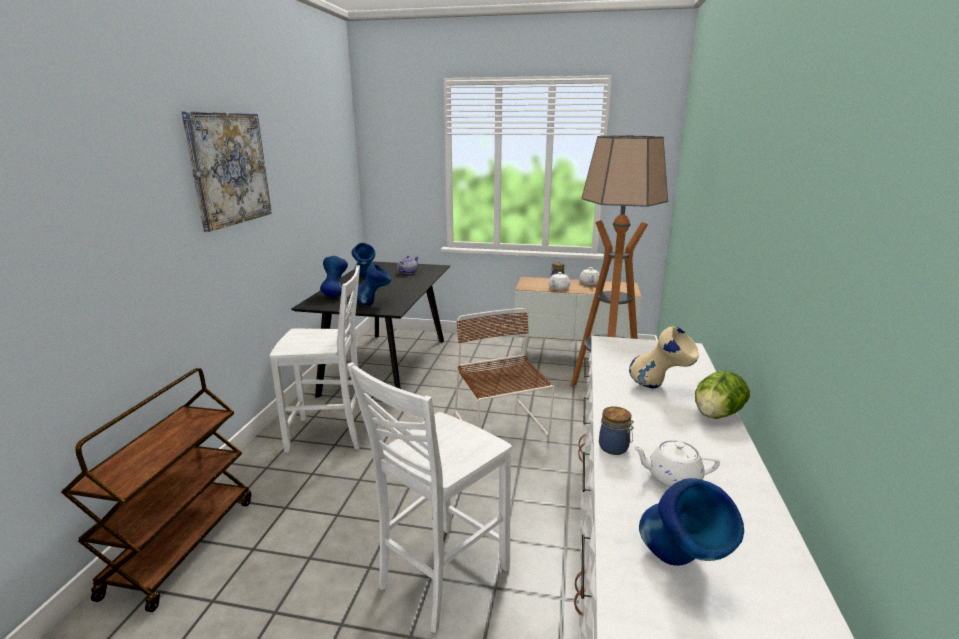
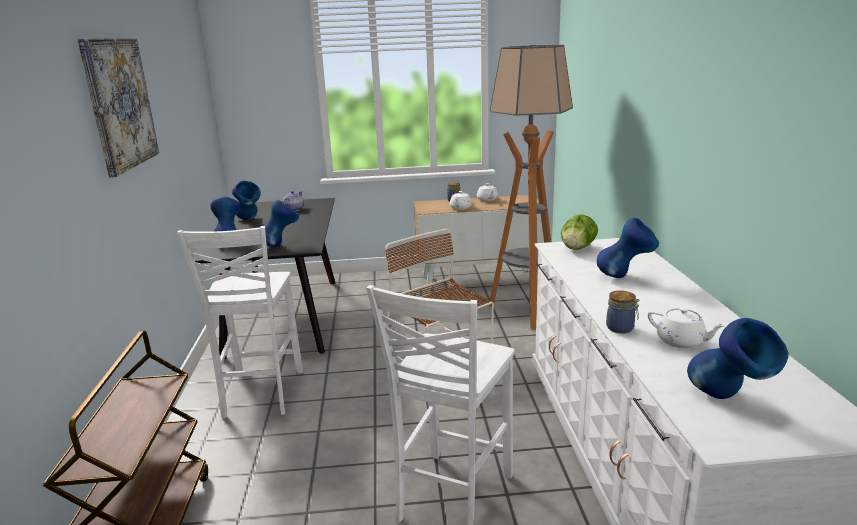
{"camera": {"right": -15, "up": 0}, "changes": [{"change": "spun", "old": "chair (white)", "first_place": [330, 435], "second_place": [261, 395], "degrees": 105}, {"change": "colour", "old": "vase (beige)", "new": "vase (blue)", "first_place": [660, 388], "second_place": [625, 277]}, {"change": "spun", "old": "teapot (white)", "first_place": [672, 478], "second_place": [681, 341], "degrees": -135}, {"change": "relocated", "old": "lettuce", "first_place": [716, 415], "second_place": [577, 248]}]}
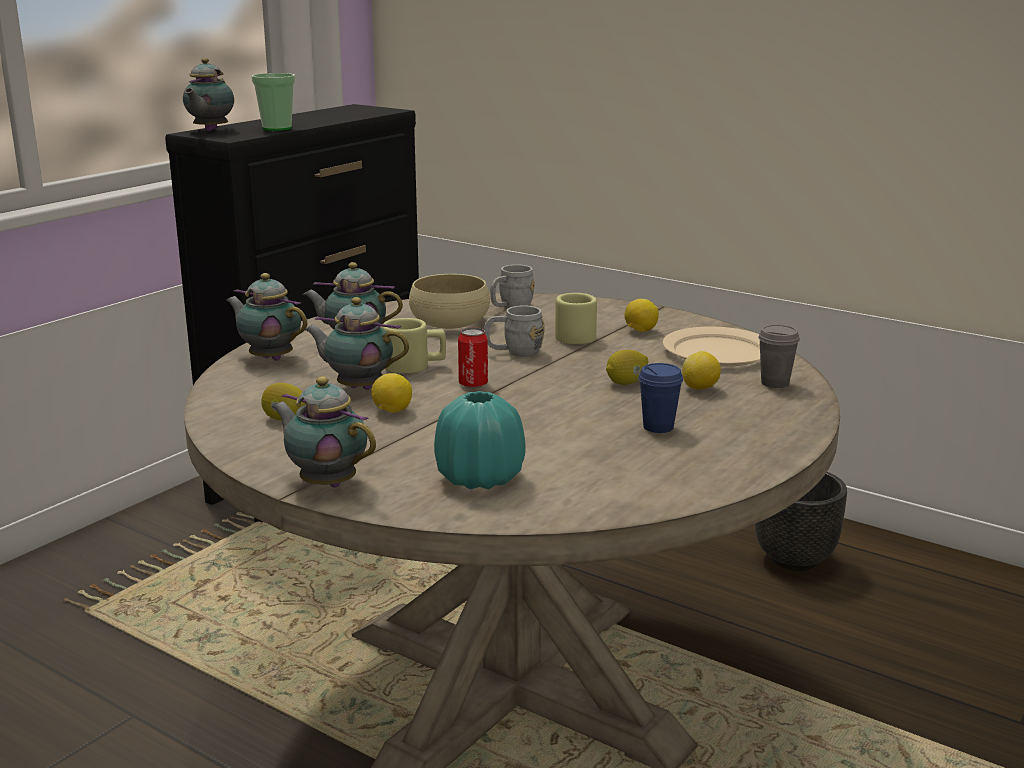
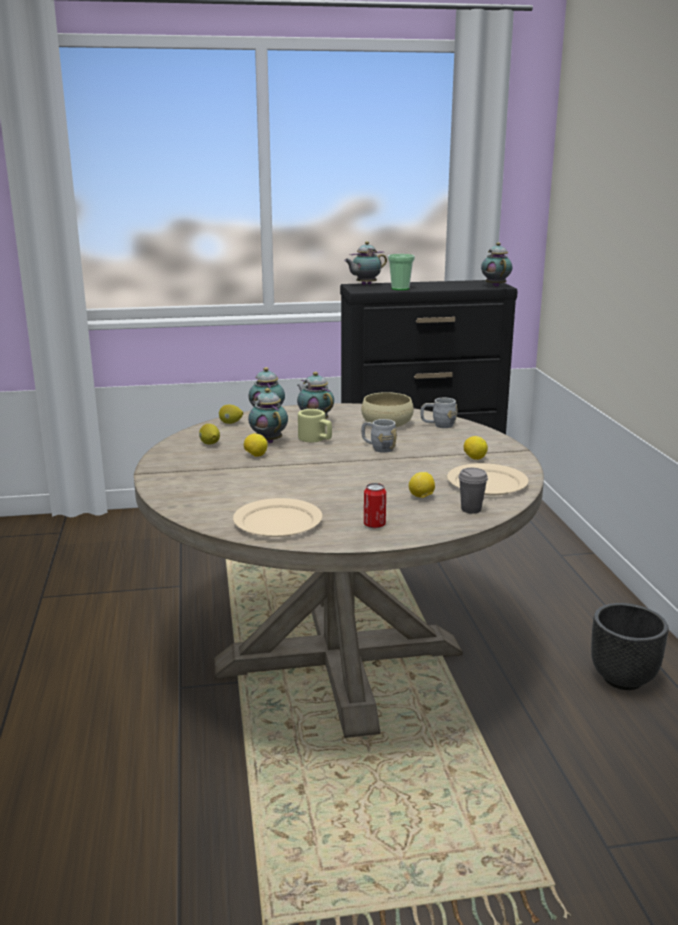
{"camera": {"right": 45, "up": 0}, "changes": [{"change": "relocated", "old": "teapot", "first_place": [326, 483], "second_place": [495, 286]}, {"change": "missing", "old": "vase (turquoise)", "first_place": [480, 478]}, {"change": "relocated", "old": "can", "first_place": [473, 384], "second_place": [374, 525]}, {"change": "missing", "old": "mug (beige)", "first_place": [572, 335]}, {"change": "relocated", "old": "lemon", "first_place": [626, 383], "second_place": [230, 423]}, {"change": "missing", "old": "cup (blue)", "first_place": [658, 427]}, {"change": "appeared", "new": "plate (beige)", "second_place": [277, 522]}]}
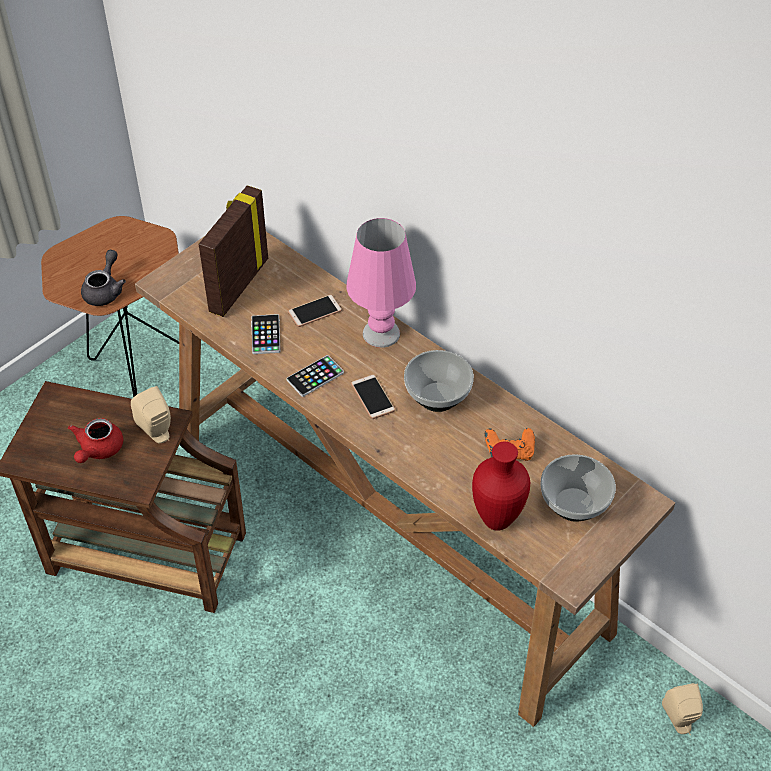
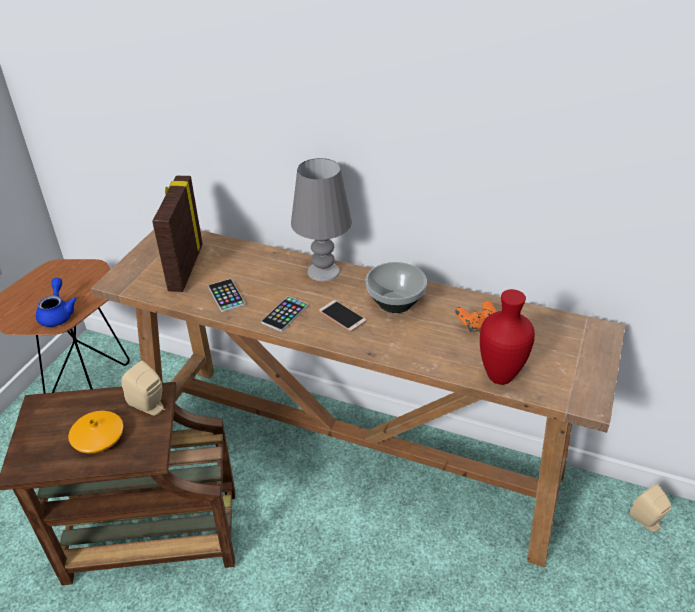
{"camera": {"right": -20, "up": -10}, "changes": [{"change": "exchanged", "old": "teapot (red)", "new": "vase (orange)", "first_place": [98, 450], "second_place": [98, 437]}, {"change": "colour", "old": "teapot (grey)", "new": "teapot (blue)", "first_place": [105, 290], "second_place": [58, 314]}, {"change": "missing", "old": "phone", "first_place": [315, 311]}, {"change": "colour", "old": "table lamp (pink)", "new": "table lamp (grey)", "first_place": [381, 333], "second_place": [323, 271]}, {"change": "missing", "old": "bowl", "first_place": [573, 505]}]}
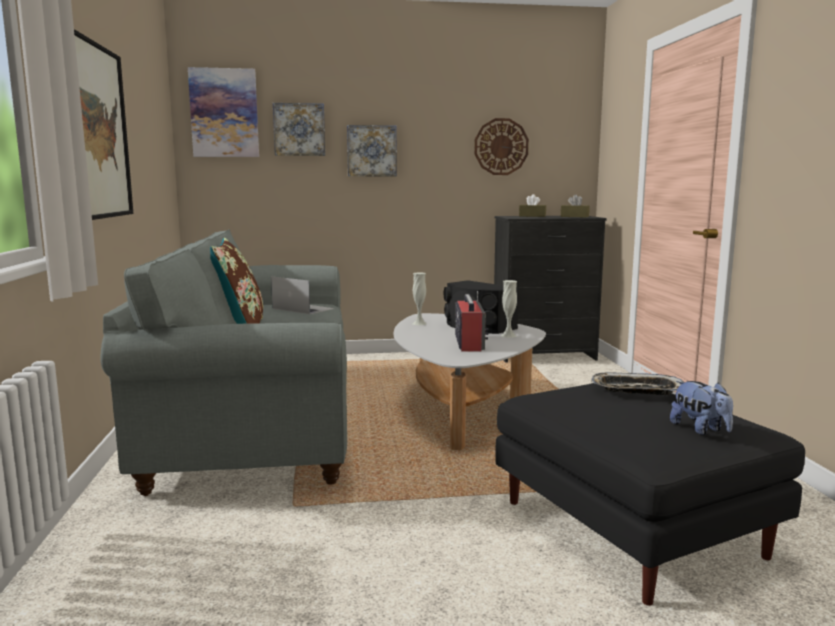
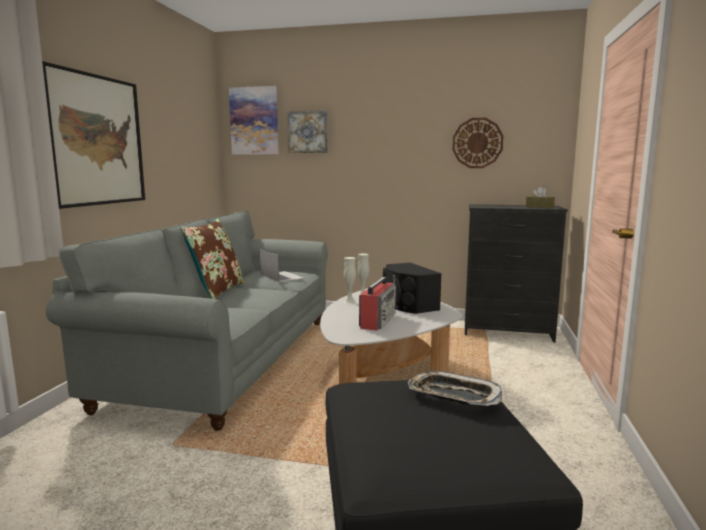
{"camera": {"right": 20, "up": 0}, "changes": [{"change": "missing", "old": "picture", "first_place": [371, 151]}, {"change": "relocated", "old": "vase (white)", "first_place": [508, 335], "second_place": [349, 302]}, {"change": "missing", "old": "tissue box (brown)", "first_place": [532, 216]}, {"change": "missing", "old": "plush toy", "first_place": [700, 429]}]}
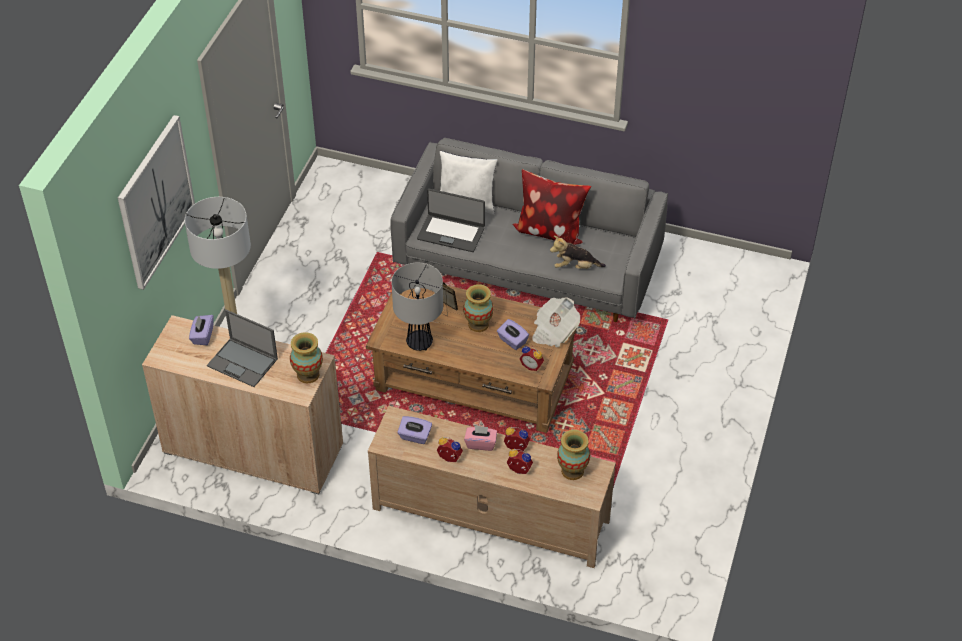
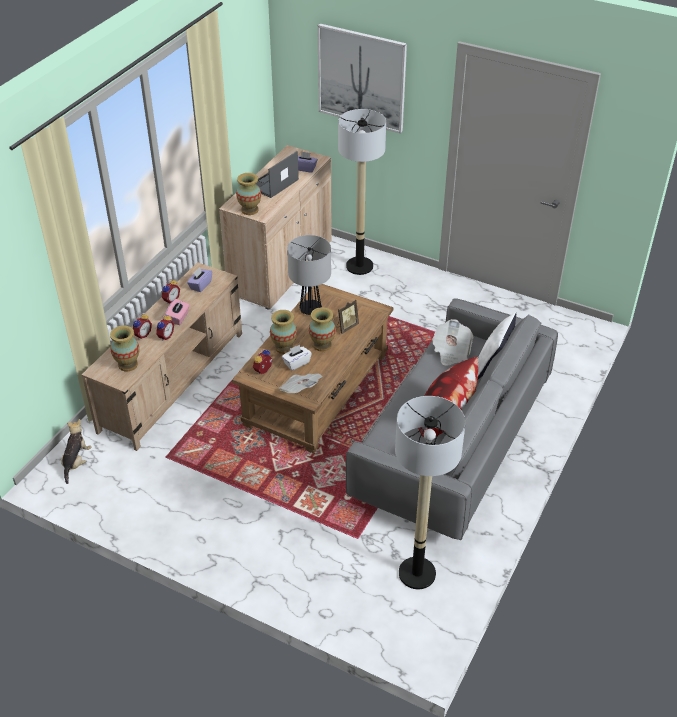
{"camera": {"right": 100, "up": -5}, "changes": [{"change": "exchanged", "old": "laptop", "new": "newspaper", "first_place": [451, 233], "second_place": [451, 352]}, {"change": "colour", "old": "tissue box (purple)", "new": "tissue box (white)", "first_place": [512, 341], "second_place": [296, 363]}, {"change": "relocated", "old": "plush toy", "first_place": [575, 267], "second_place": [76, 462]}, {"change": "appeared", "new": "vase", "second_place": [284, 347]}, {"change": "appeared", "new": "floor lamp", "second_place": [417, 573]}]}
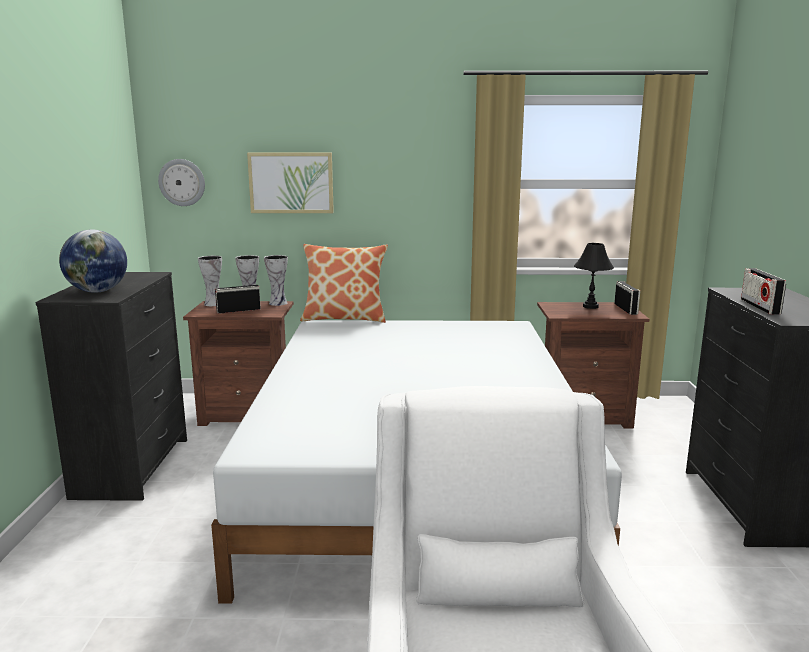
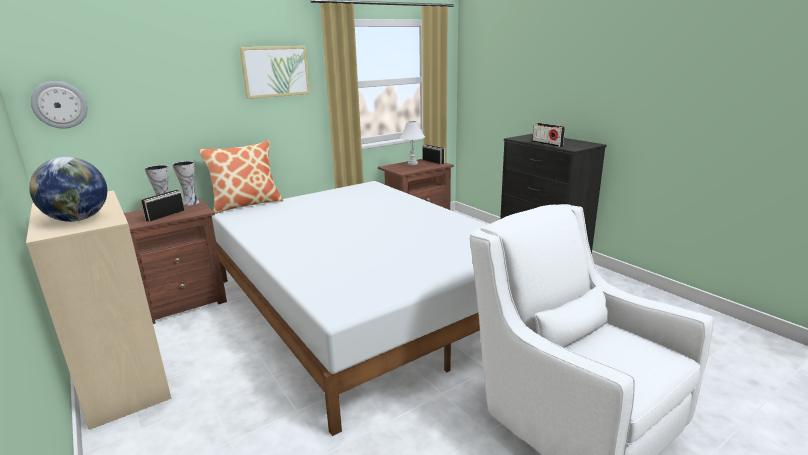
{"camera": {"right": -35, "up": 5}, "changes": [{"change": "colour", "old": "dresser (black)", "new": "dresser (beige)", "first_place": [133, 467], "second_place": [125, 378]}, {"change": "missing", "old": "vase", "first_place": [213, 304]}, {"change": "relocated", "old": "picture", "first_place": [291, 182], "second_place": [275, 71]}, {"change": "colour", "old": "table lamp (black)", "new": "table lamp (white)", "first_place": [590, 306], "second_place": [413, 164]}]}
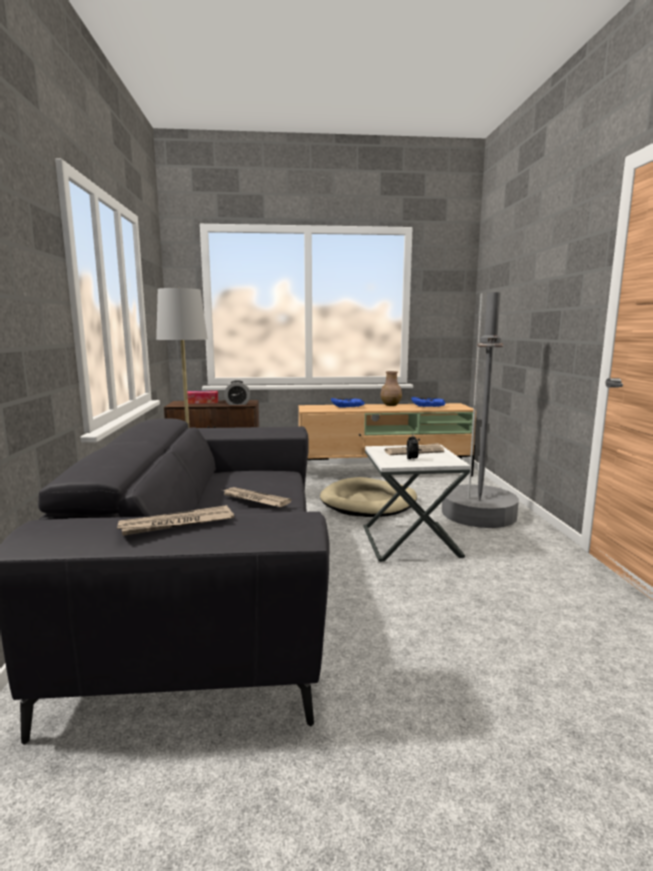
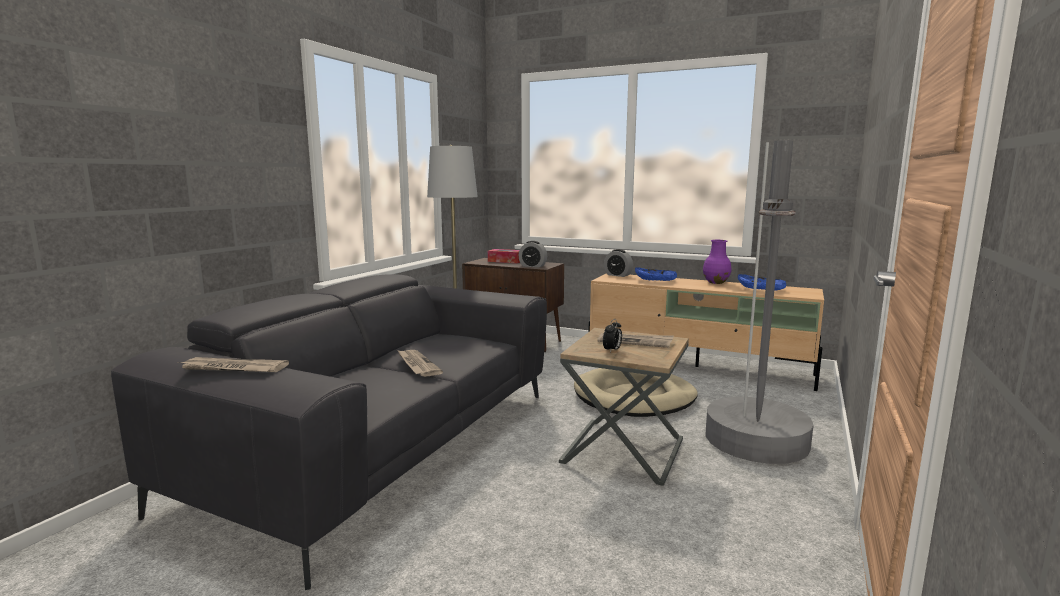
{"camera": {"right": 30, "up": 0}, "changes": [{"change": "colour", "old": "side table (white)", "new": "side table (brown)", "first_place": [410, 542], "second_place": [623, 451]}, {"change": "colour", "old": "vase (brown)", "new": "vase (purple)", "first_place": [390, 405], "second_place": [715, 282]}, {"change": "appeared", "new": "alarm clock", "second_place": [618, 275]}]}
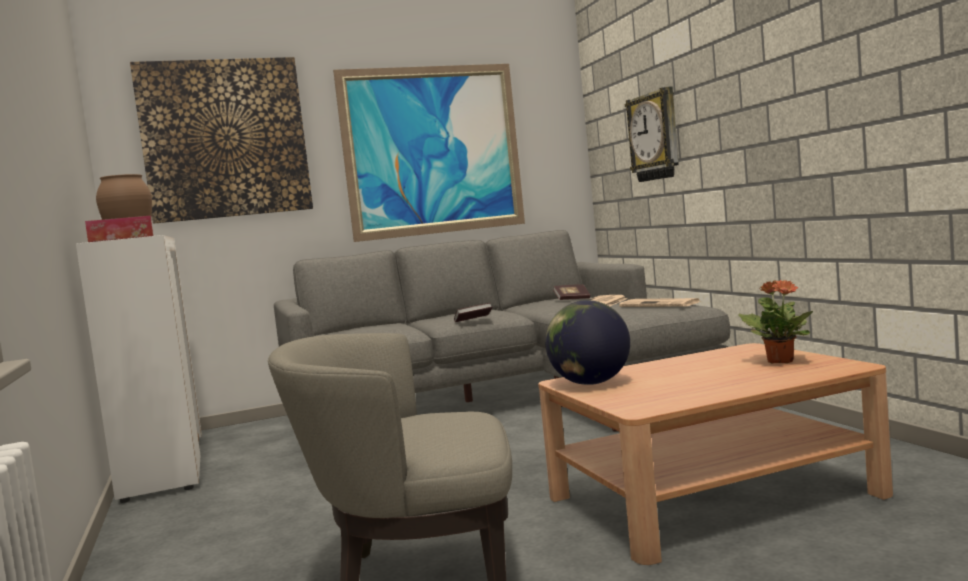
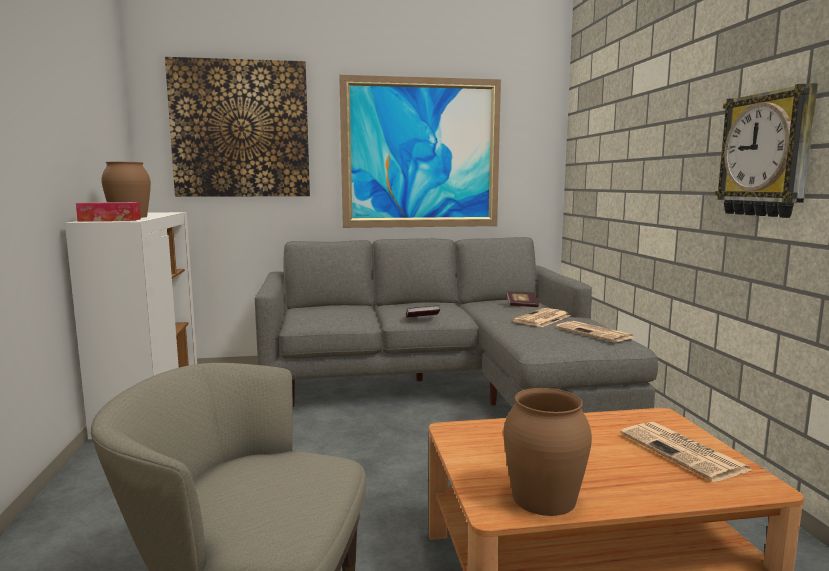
{"camera": {"right": 10, "up": 5}, "changes": [{"change": "missing", "old": "globe", "first_place": [590, 383]}, {"change": "relocated", "old": "wall clock", "first_place": [655, 136], "second_place": [766, 155]}, {"change": "exchanged", "old": "potted plant", "new": "newspaper", "first_place": [780, 361], "second_place": [684, 452]}, {"change": "appeared", "new": "vase (brown)", "second_place": [543, 498]}]}
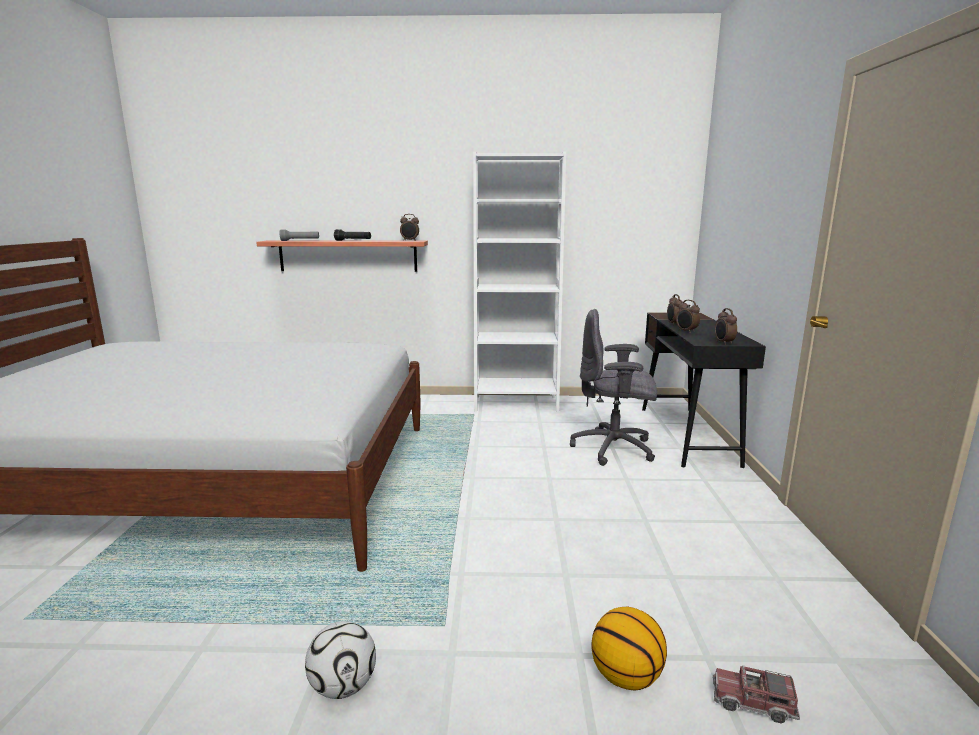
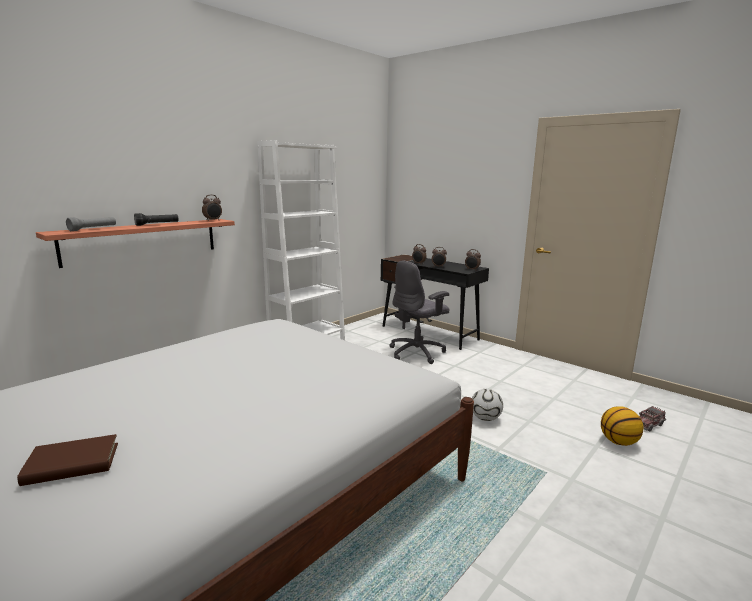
{"camera": {"right": -50, "up": 0}, "changes": [{"change": "relocated", "old": "football", "first_place": [343, 686], "second_place": [485, 418]}, {"change": "appeared", "new": "book (brown)", "second_place": [72, 464]}]}
